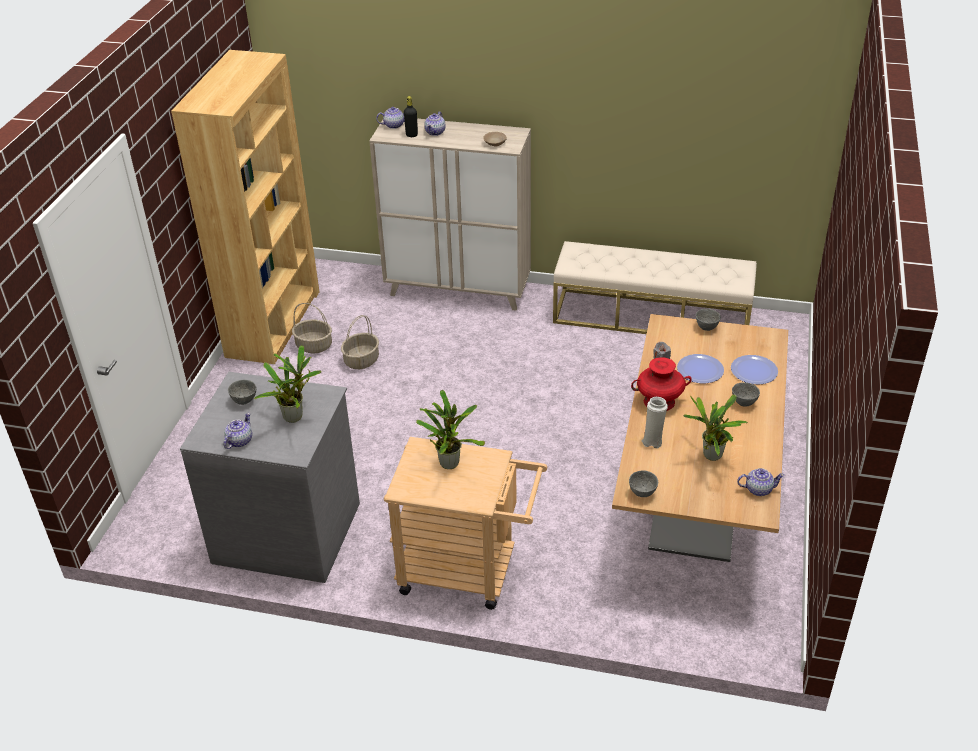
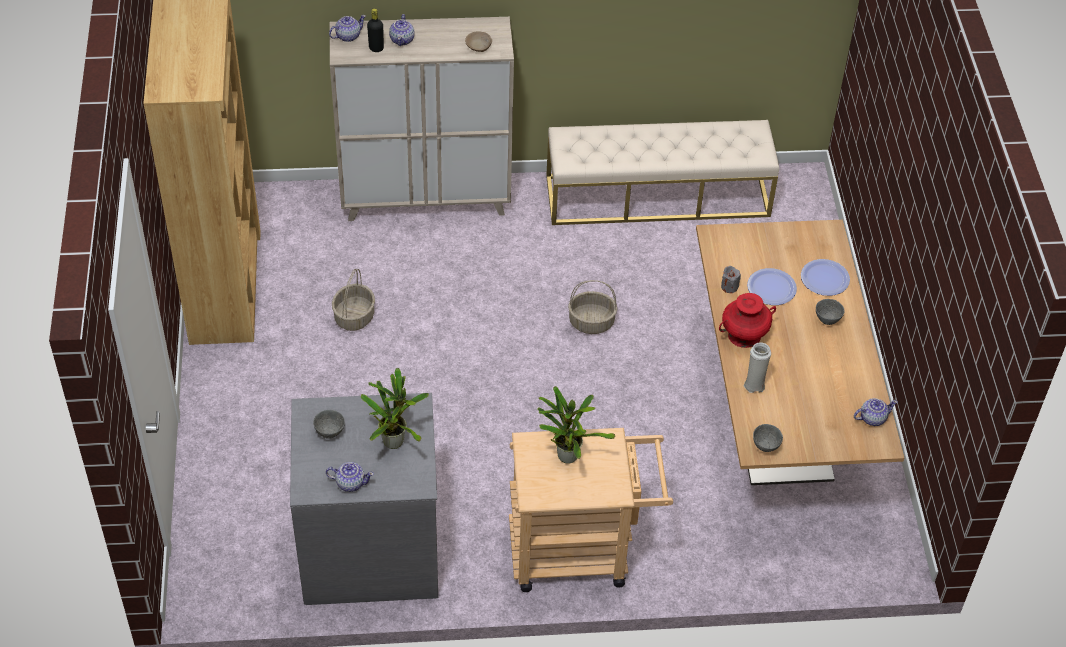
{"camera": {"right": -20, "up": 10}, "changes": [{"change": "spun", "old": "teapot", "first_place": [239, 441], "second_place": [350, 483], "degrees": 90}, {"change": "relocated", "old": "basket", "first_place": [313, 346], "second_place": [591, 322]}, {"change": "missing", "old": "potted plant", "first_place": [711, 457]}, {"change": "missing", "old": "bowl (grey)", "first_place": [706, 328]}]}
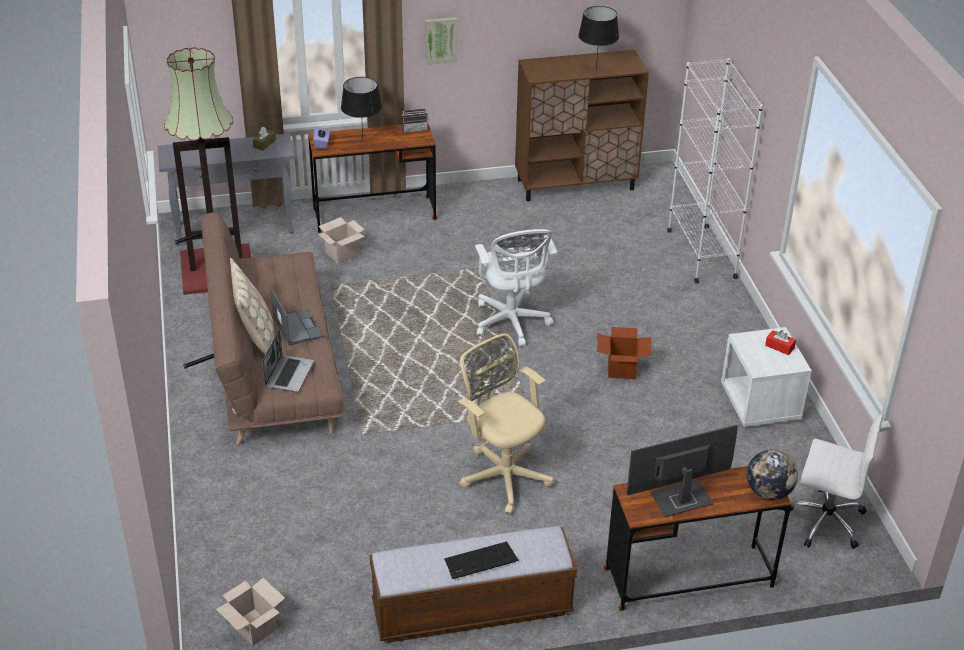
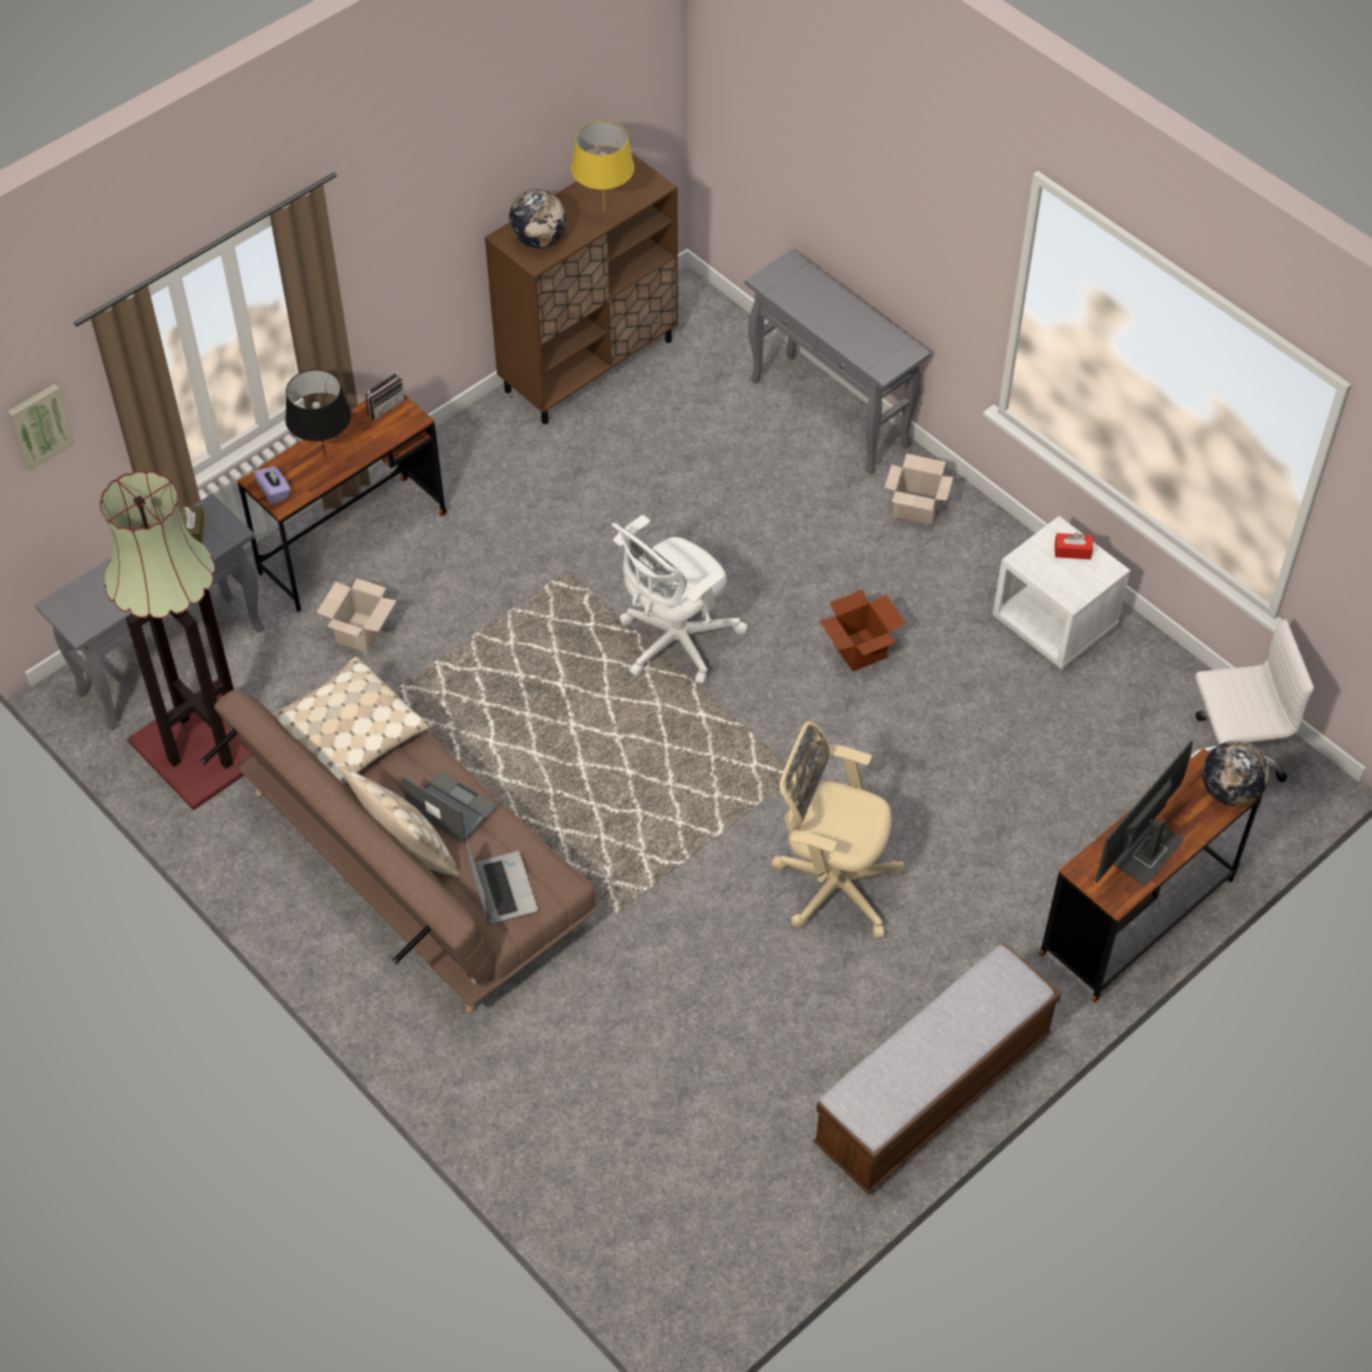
{"camera": {"right": -30, "up": 15}, "changes": [{"change": "relocated", "old": "cardboard box", "first_place": [252, 627], "second_place": [914, 508]}, {"change": "relocated", "old": "picture", "first_place": [440, 39], "second_place": [39, 425]}, {"change": "missing", "old": "keyboard", "first_place": [480, 561]}, {"change": "spun", "old": "office chair (white)", "first_place": [512, 323], "second_place": [674, 643], "degrees": 90}, {"change": "colour", "old": "table lamp (black)", "new": "table lamp (yellow)", "first_place": [596, 69], "second_place": [604, 210]}, {"change": "exchanged", "old": "bookcase (white)", "new": "console table (grey)", "first_place": [701, 254], "second_place": [831, 414]}, {"change": "appeared", "new": "pillow (beige)", "second_place": [350, 733]}, {"change": "appeared", "new": "globe", "second_place": [539, 240]}]}
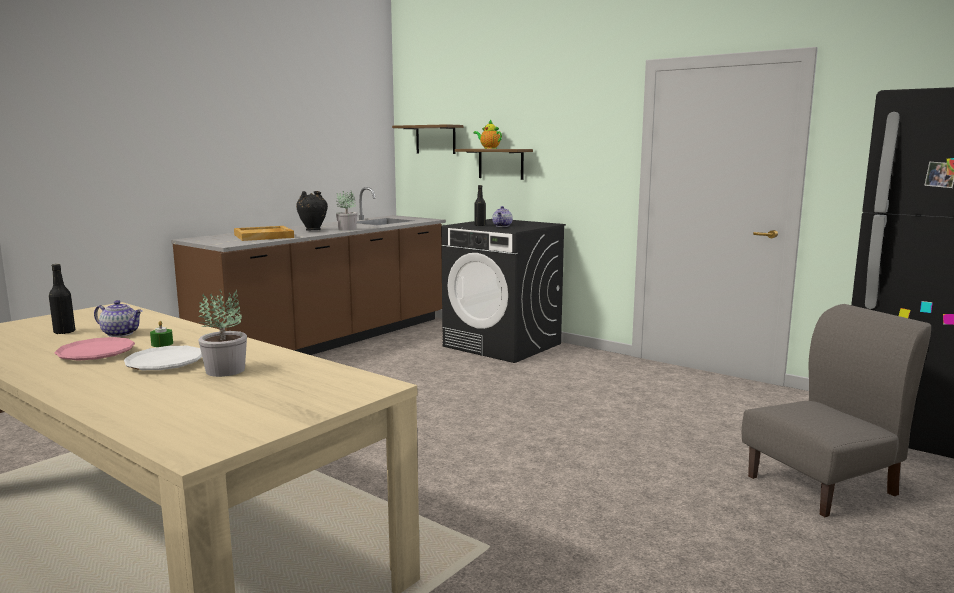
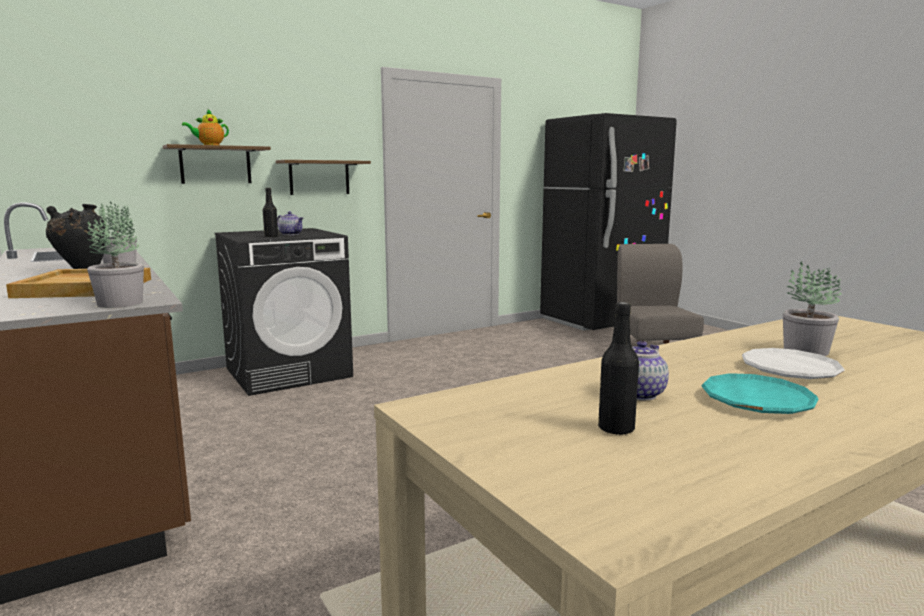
{"camera": {"right": -70, "up": 0}, "changes": [{"change": "colour", "old": "plate (pink)", "new": "plate (turquoise)", "first_place": [96, 354], "second_place": [757, 401]}, {"change": "missing", "old": "candle (green)", "first_place": [162, 344]}, {"change": "relocated", "old": "shelf", "first_place": [435, 139], "second_place": [319, 177]}, {"change": "appeared", "new": "potted plant", "second_place": [121, 303]}]}
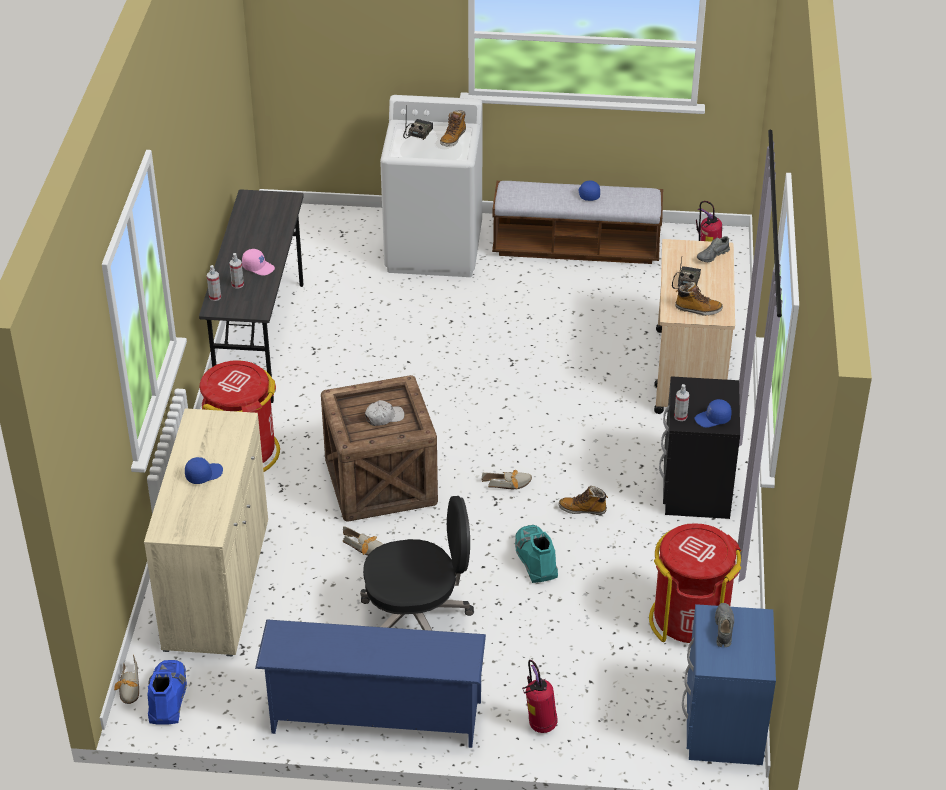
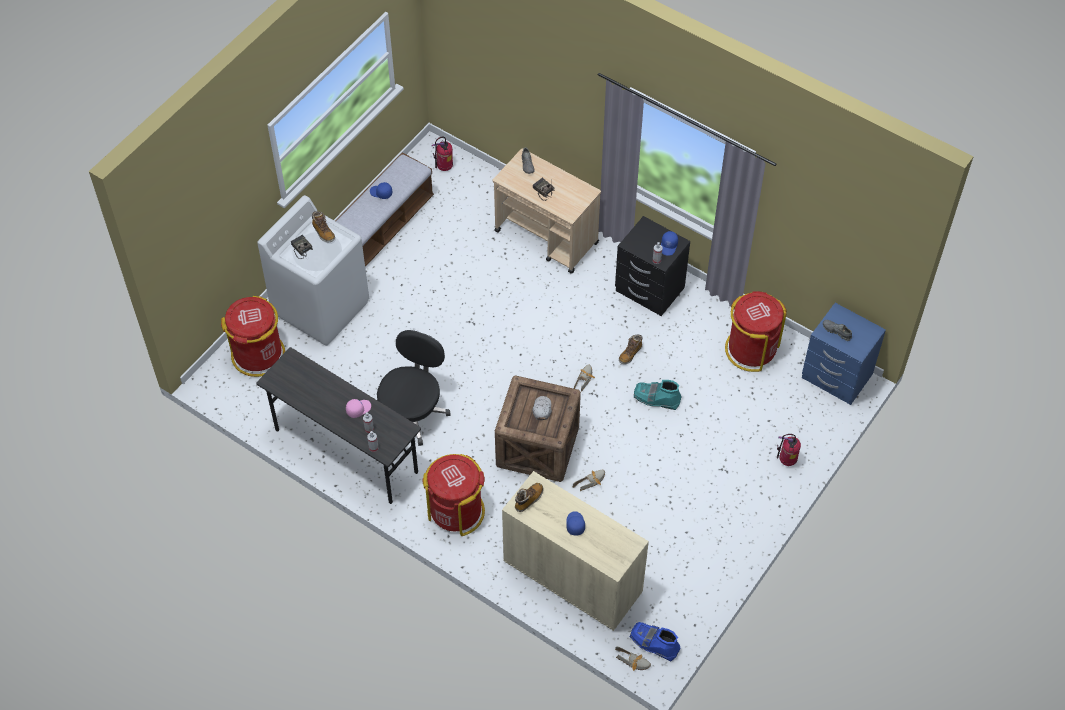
{"camera": {"right": -60, "up": 15}, "changes": [{"change": "missing", "old": "shoe rack (blue)", "first_place": [374, 718]}, {"change": "relocated", "old": "office chair (black)", "first_place": [417, 618], "second_place": [413, 412]}, {"change": "relocated", "old": "boot", "first_place": [698, 309], "second_place": [529, 499]}, {"change": "appeared", "new": "trash can (red)", "second_place": [258, 355]}]}
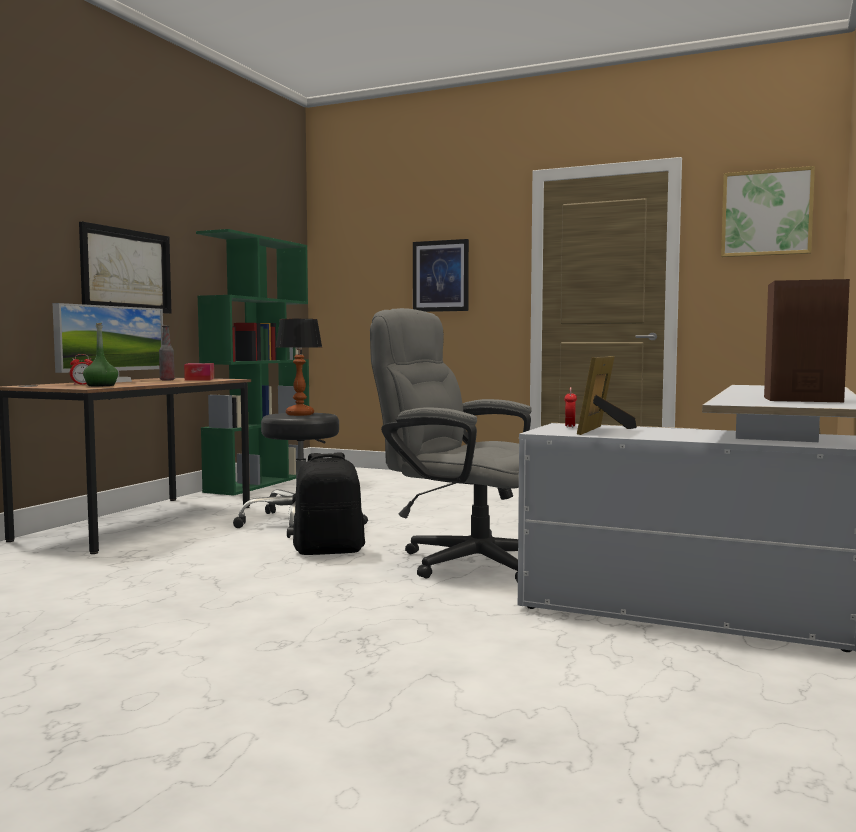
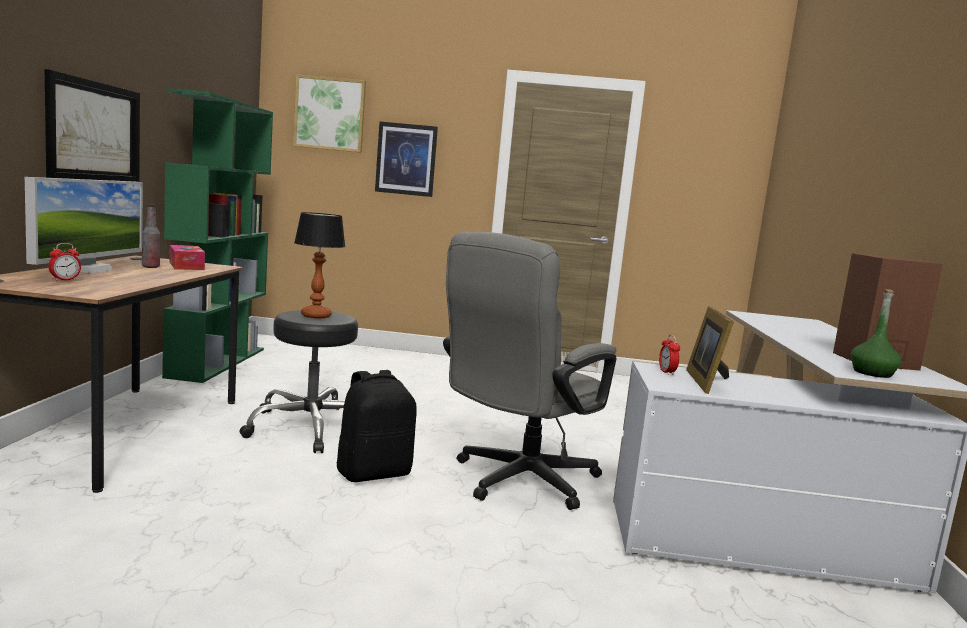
{"camera": {"right": -20, "up": 5}, "changes": [{"change": "relocated", "old": "bottle (green)", "first_place": [101, 385], "second_place": [872, 373]}, {"change": "spun", "old": "office chair (grey)", "first_place": [464, 560], "second_place": [516, 482], "degrees": -60}, {"change": "relocated", "old": "picture", "first_place": [766, 213], "second_place": [330, 114]}]}
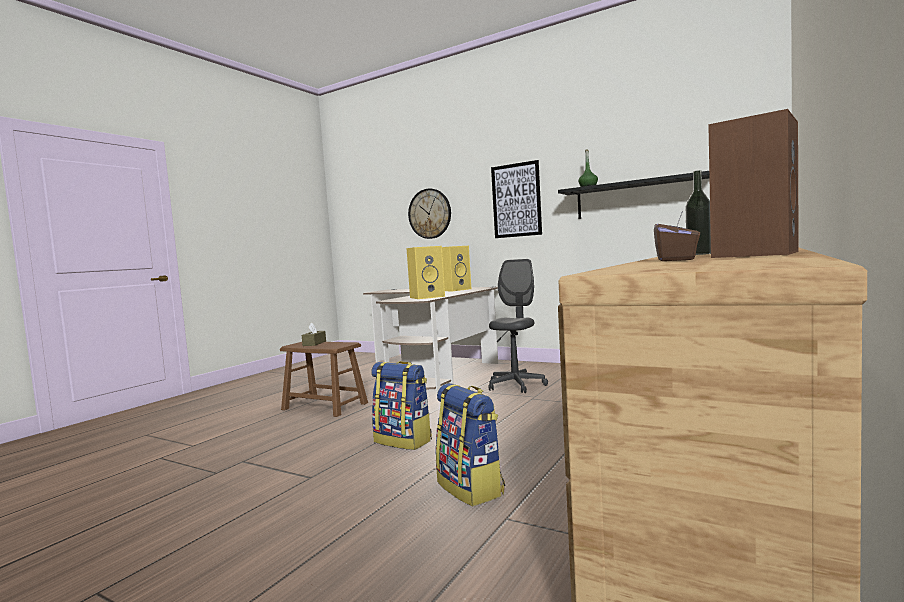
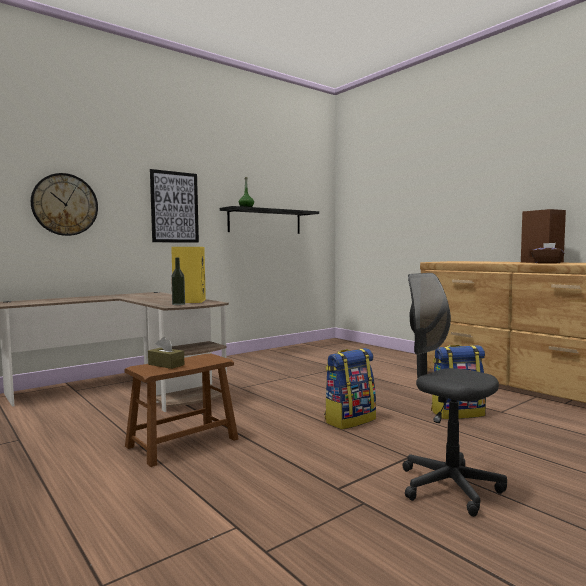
{"camera": {"right": -70, "up": 0}, "changes": [{"change": "missing", "old": "speaker (yellow)", "first_place": [455, 290]}, {"change": "relocated", "old": "office chair (grey)", "first_place": [516, 385], "second_place": [449, 487]}, {"change": "relocated", "old": "bottle", "first_place": [699, 254], "second_place": [178, 304]}]}
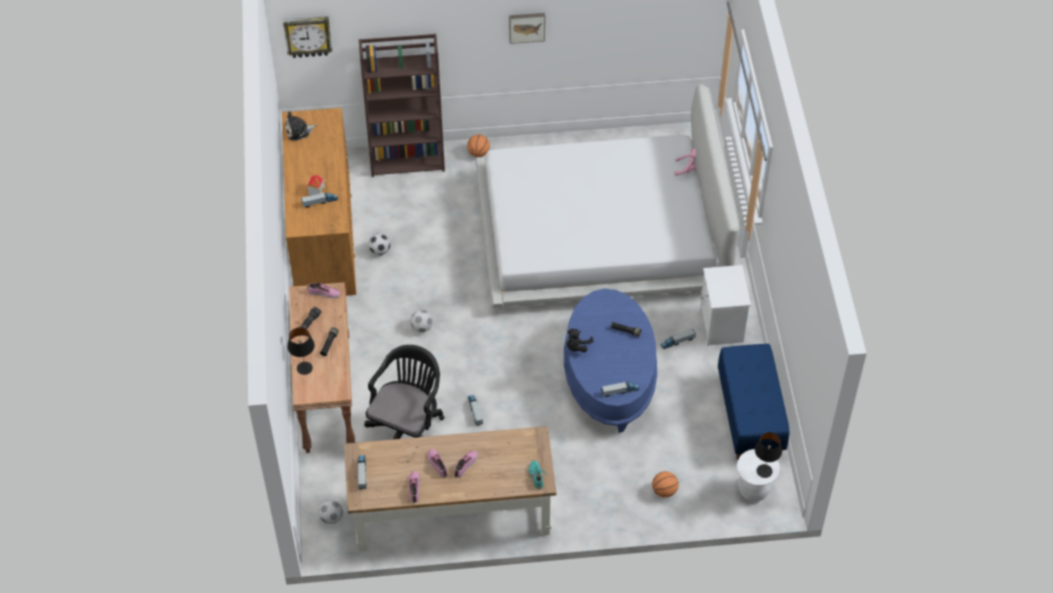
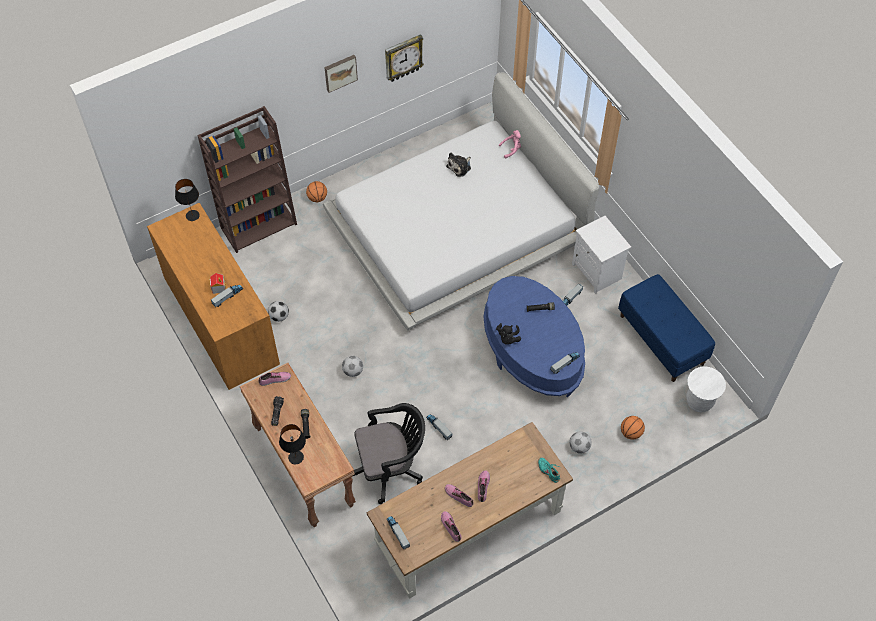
{"camera": {"right": -25, "up": 5}, "changes": [{"change": "relocated", "old": "wall clock", "first_place": [308, 36], "second_place": [403, 58]}, {"change": "relocated", "old": "plush toy", "first_place": [298, 131], "second_place": [460, 167]}, {"change": "relocated", "old": "football", "first_place": [331, 518], "second_place": [579, 447]}, {"change": "spun", "old": "office chair (black)", "first_place": [407, 429], "second_place": [390, 468], "degrees": 75}, {"change": "relocated", "old": "table lamp (black)", "first_place": [764, 471], "second_place": [192, 215]}]}
